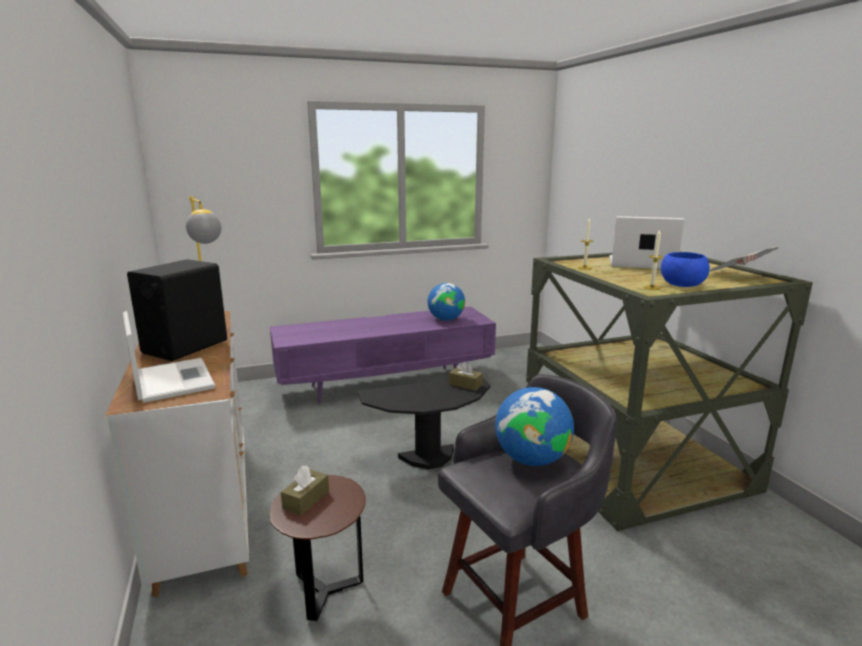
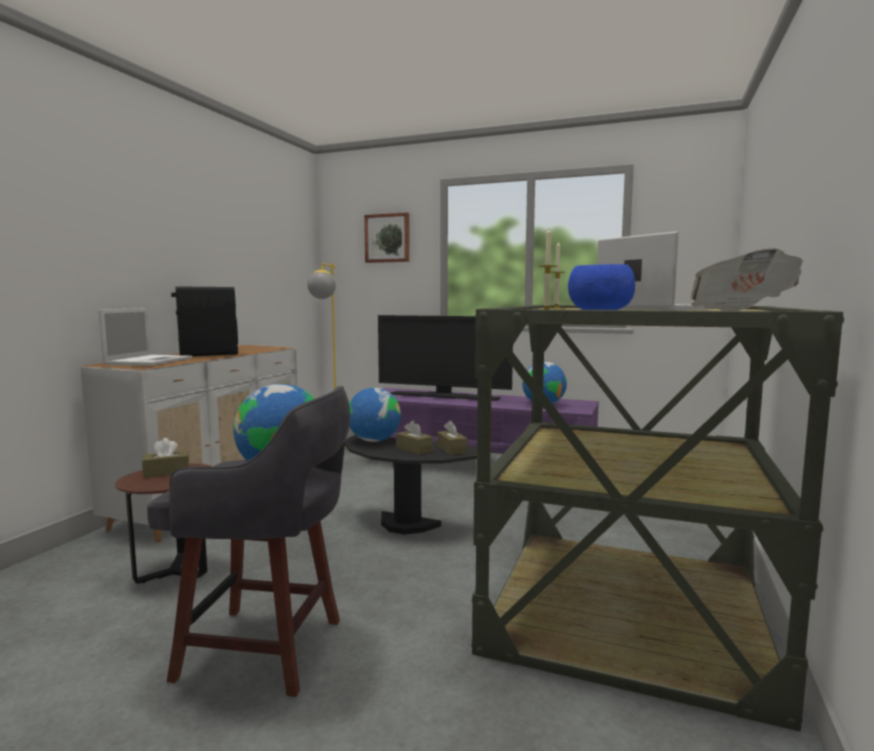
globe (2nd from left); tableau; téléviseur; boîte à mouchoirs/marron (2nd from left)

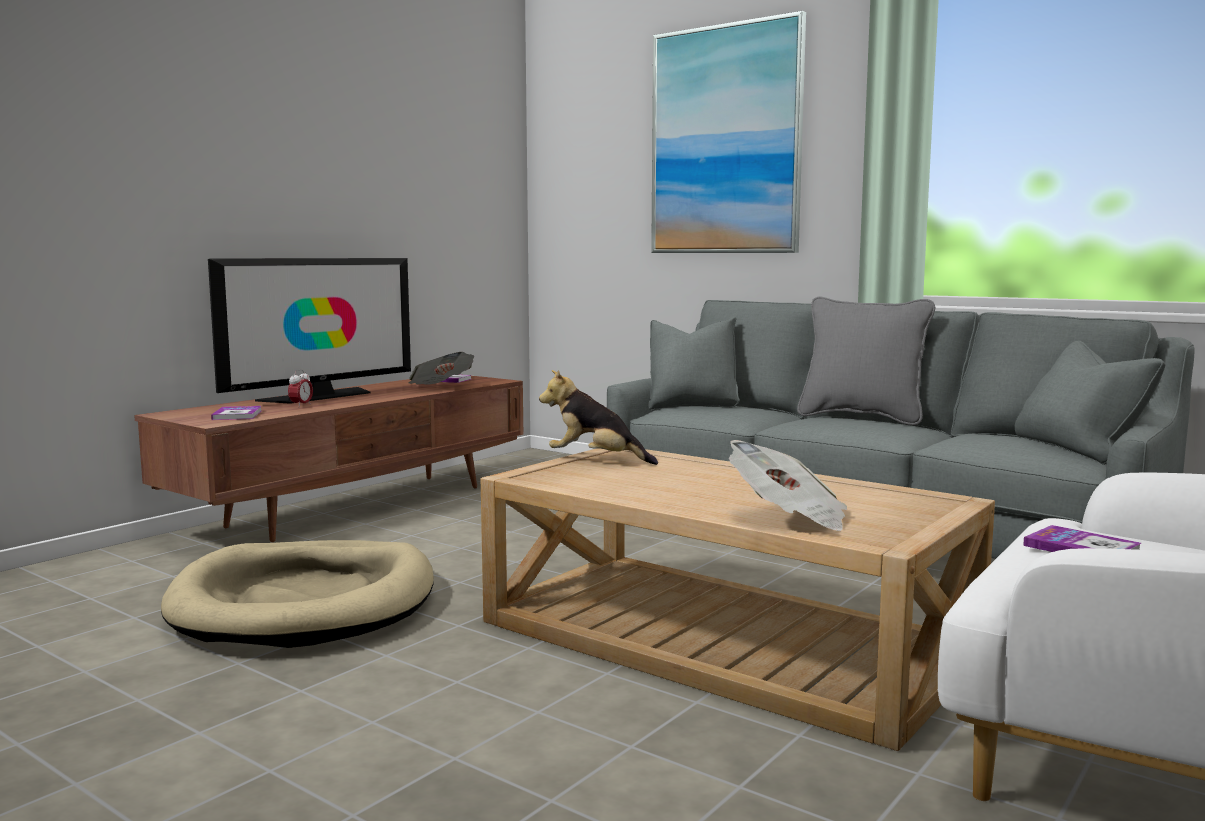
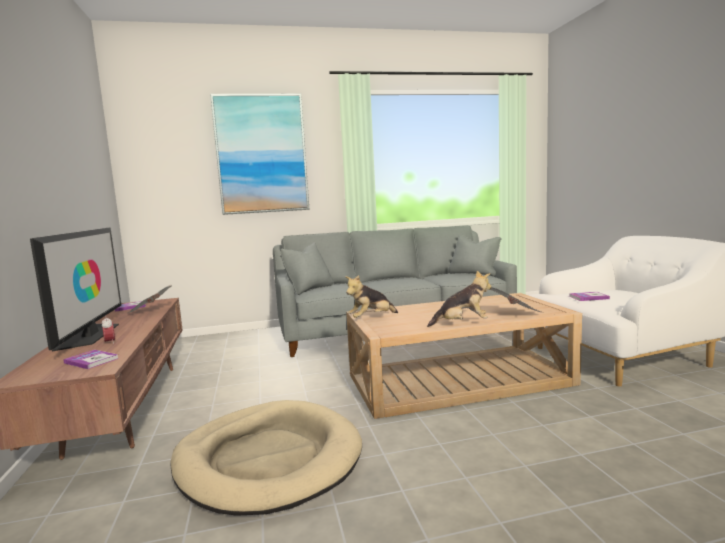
coussin/gris; peluche (2nd from left)

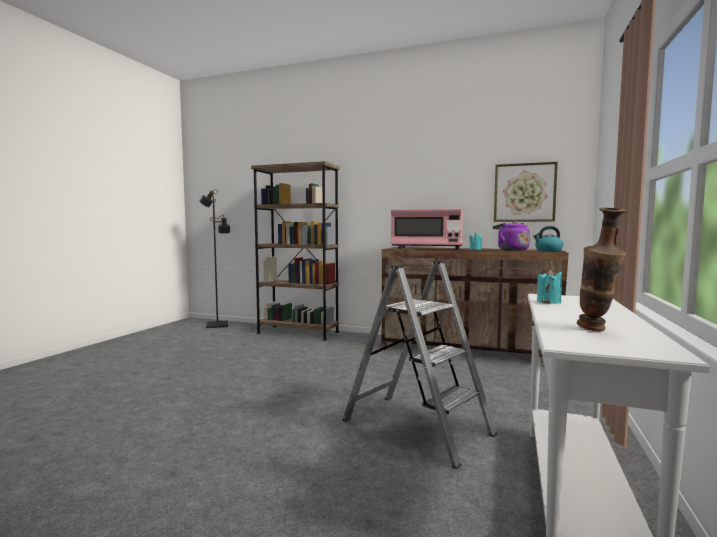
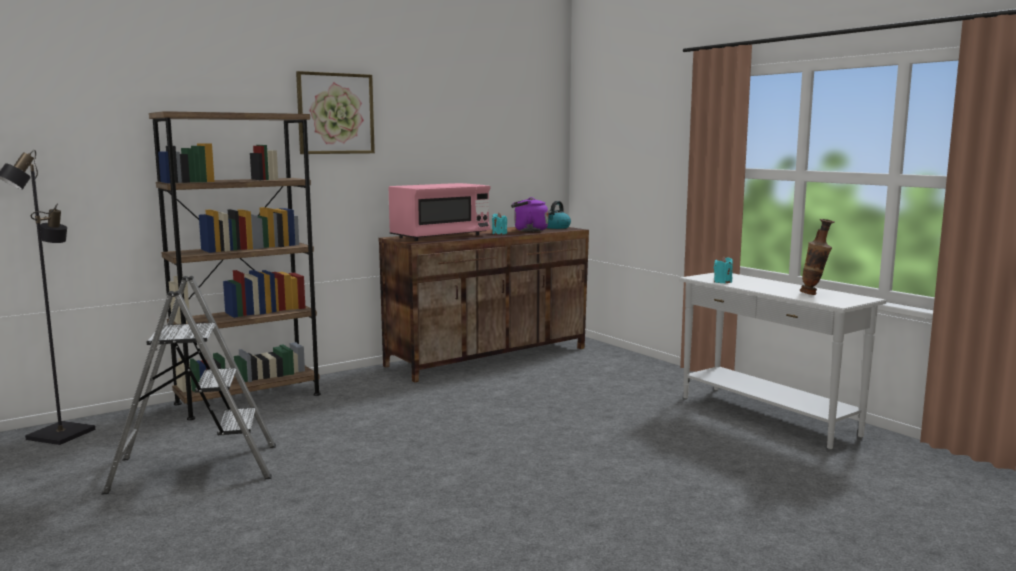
escabeau/gris; tableau

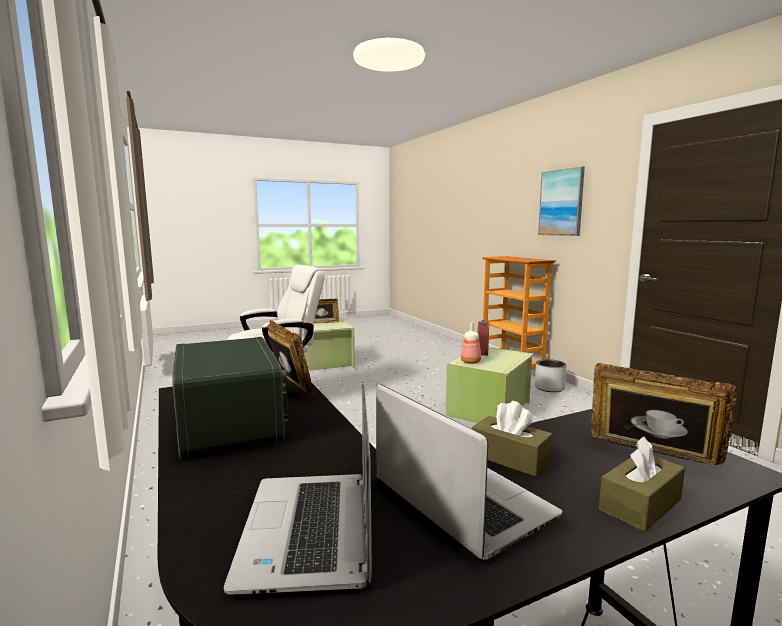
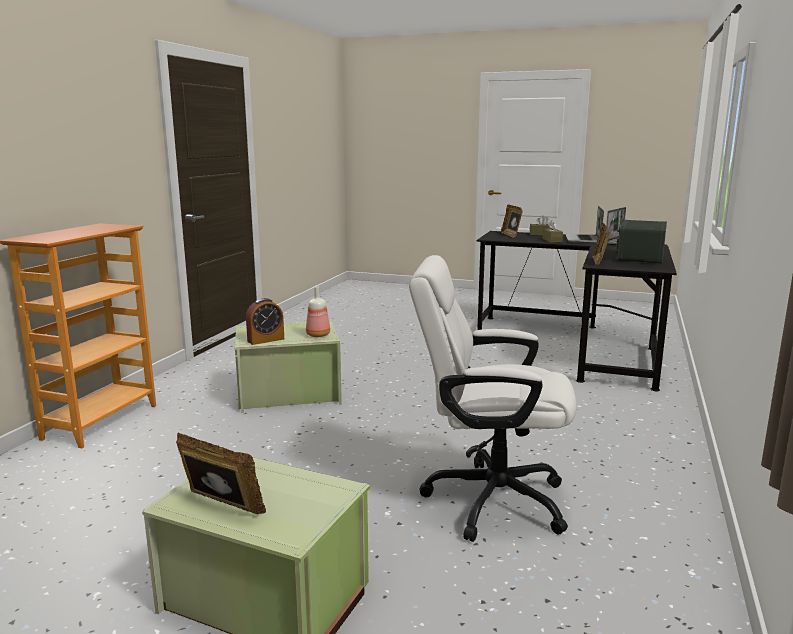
cache-pot/gris; tableau

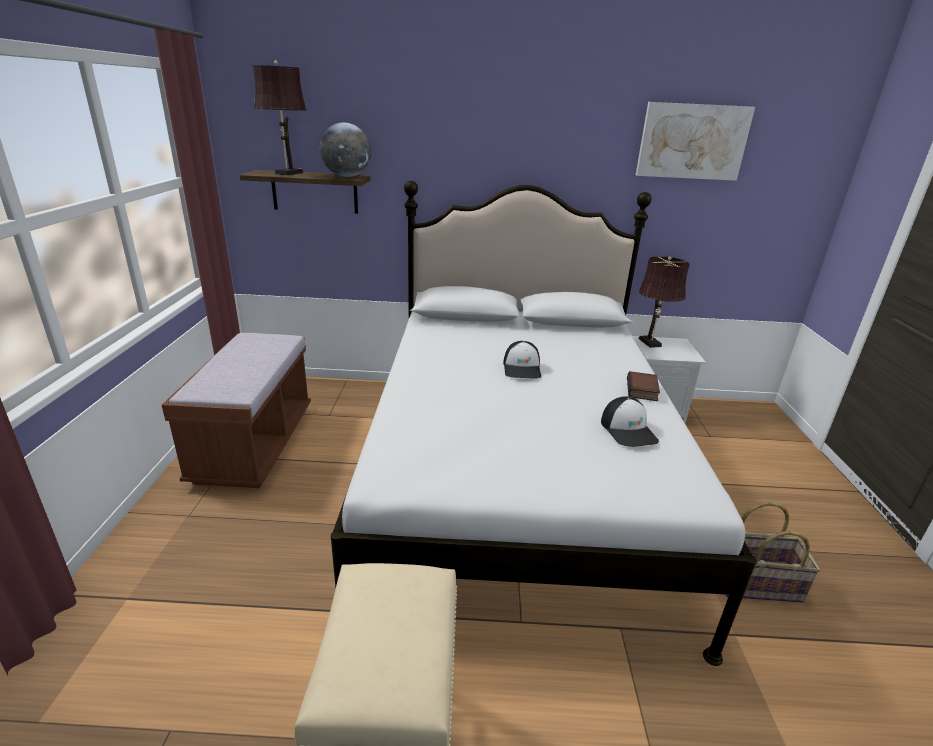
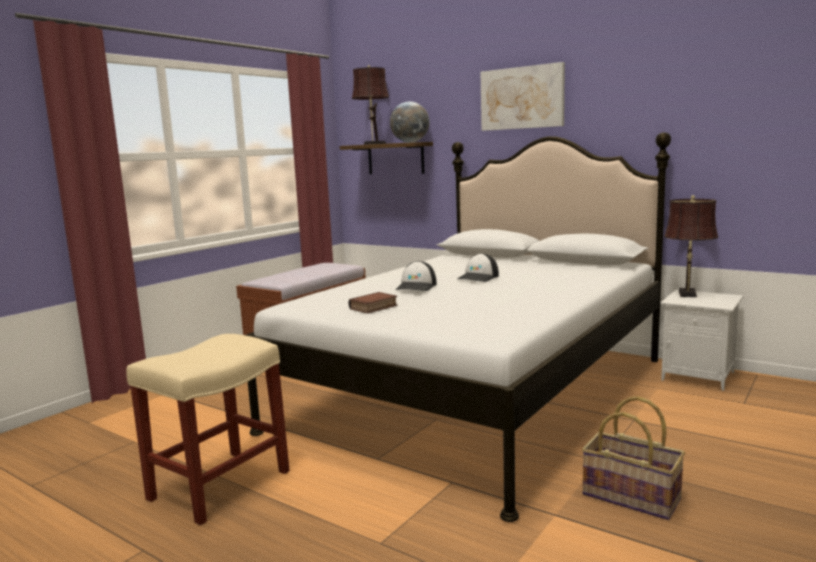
casquette (1st from left); livre; tableau

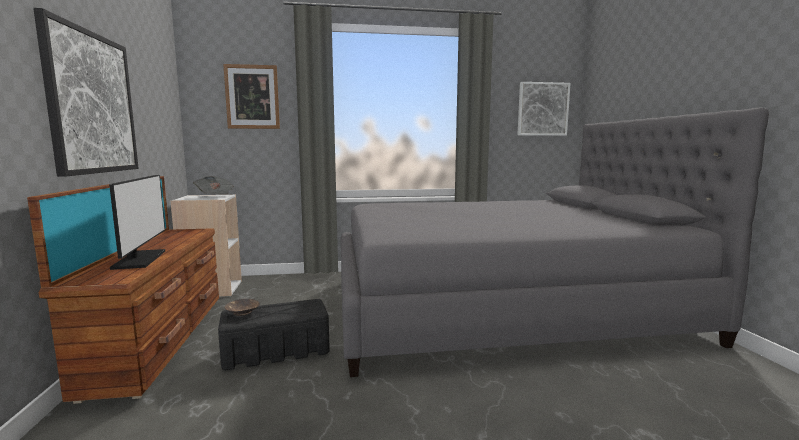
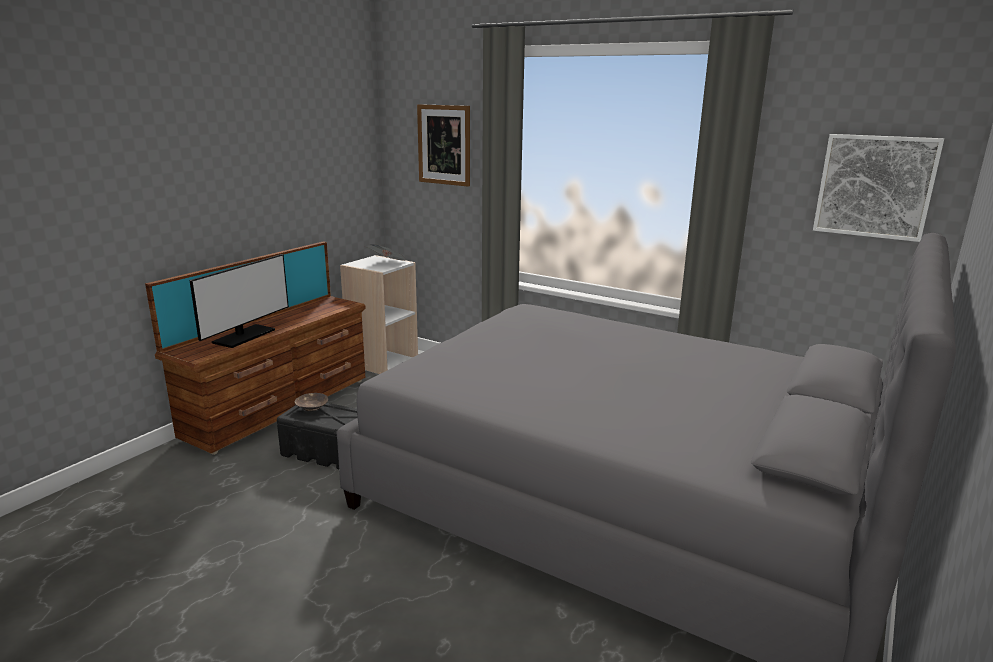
tableau (1st from left in the first image)

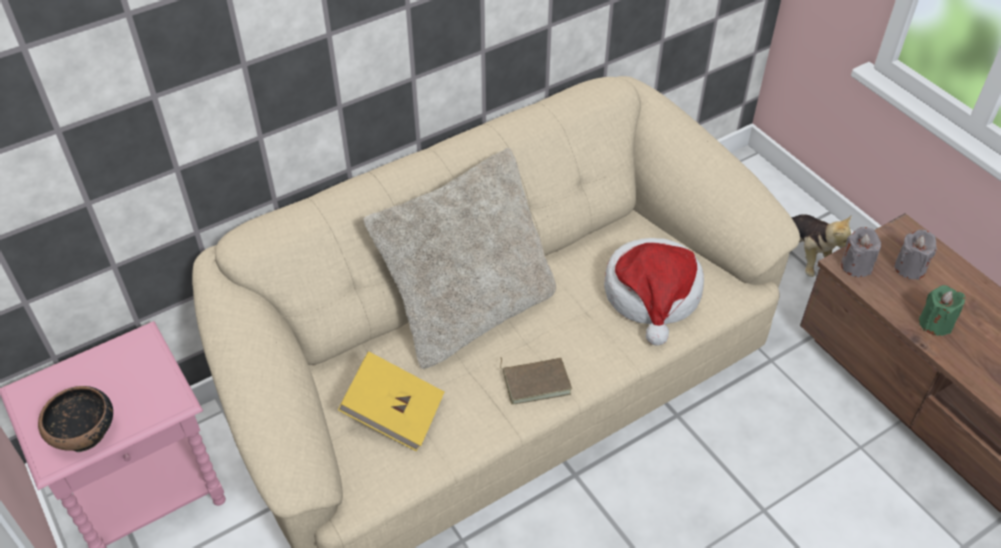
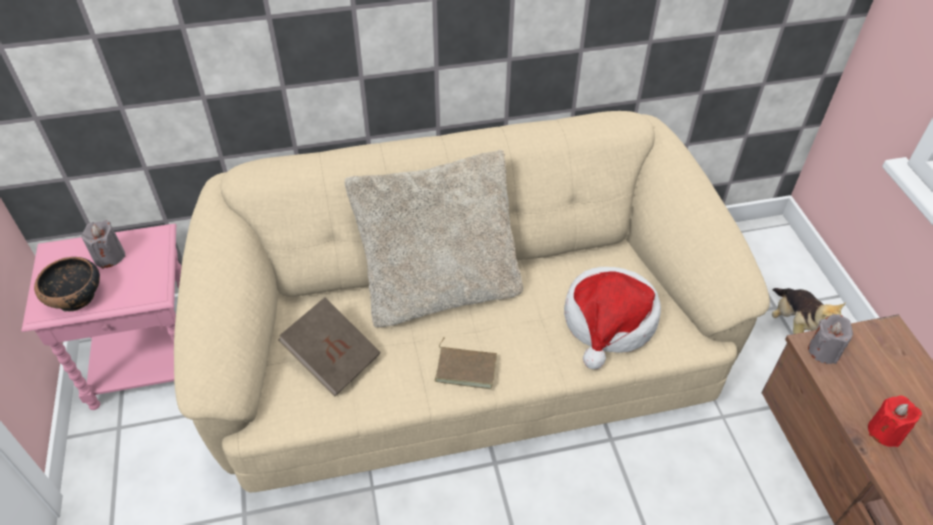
livre/marron (1st from left); bougie/gris (1st from left); bougie/rouge

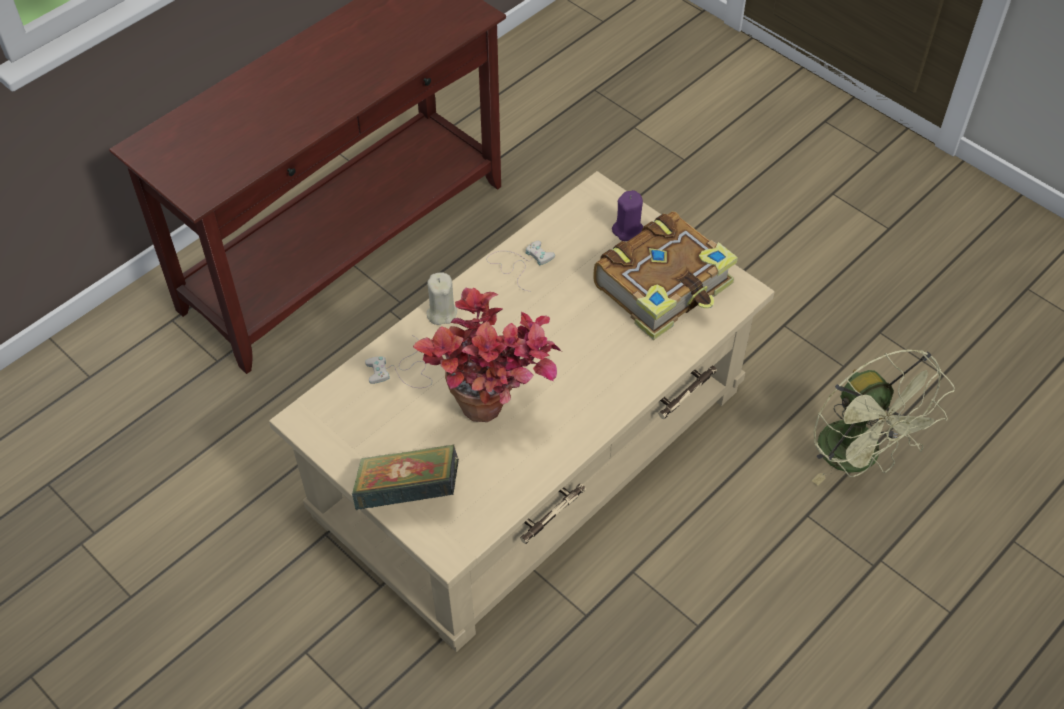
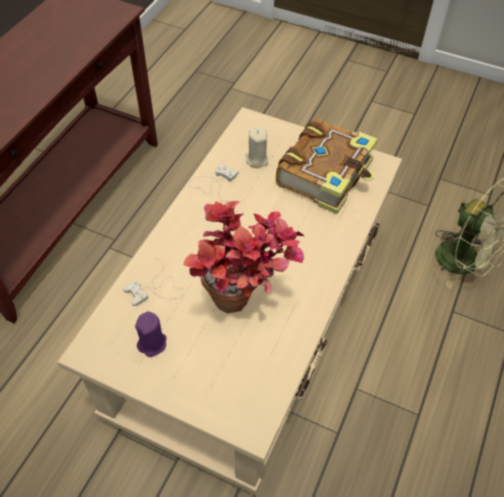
livre (1st from left in the first image); bougie/beige; bougie/violet

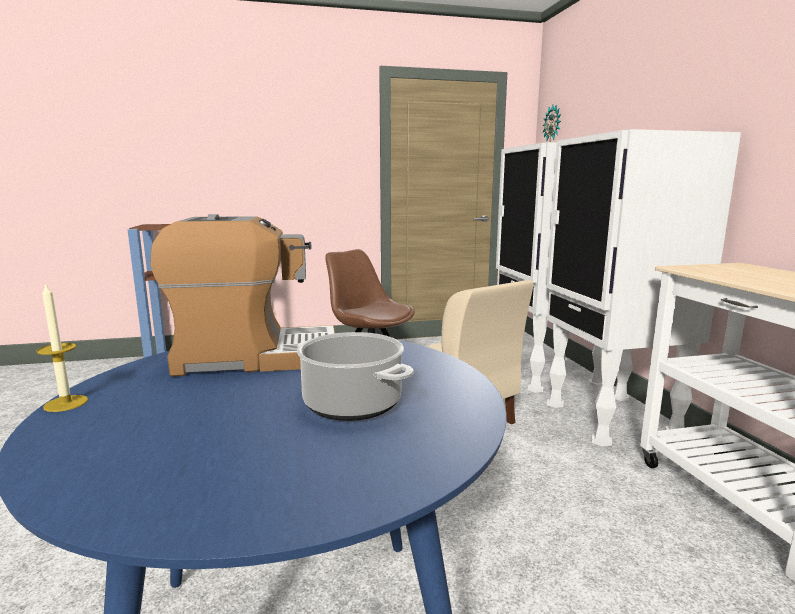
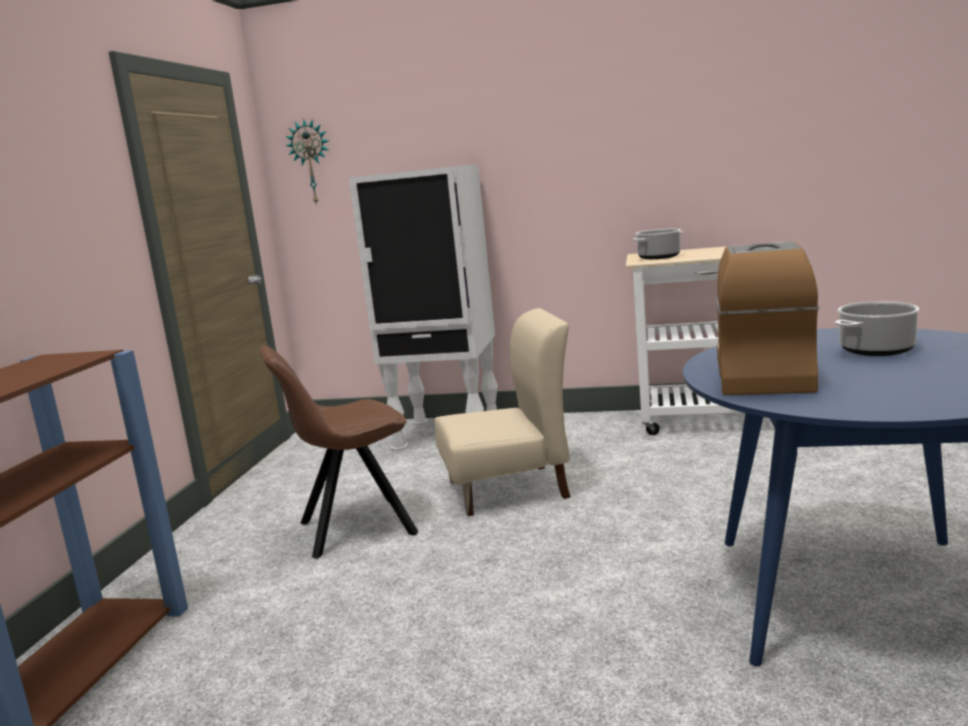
bougie; meuble de rangement/blanc (2nd from left in the first image); marmite (1st from left)

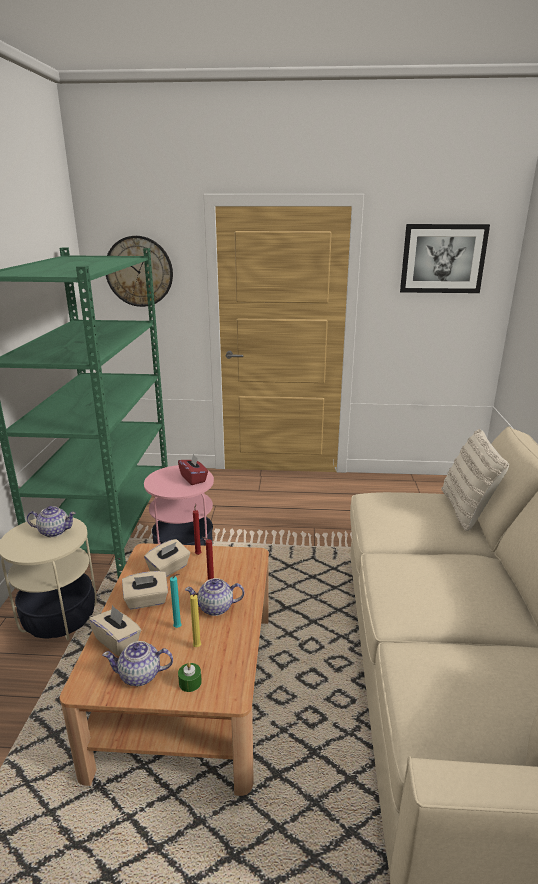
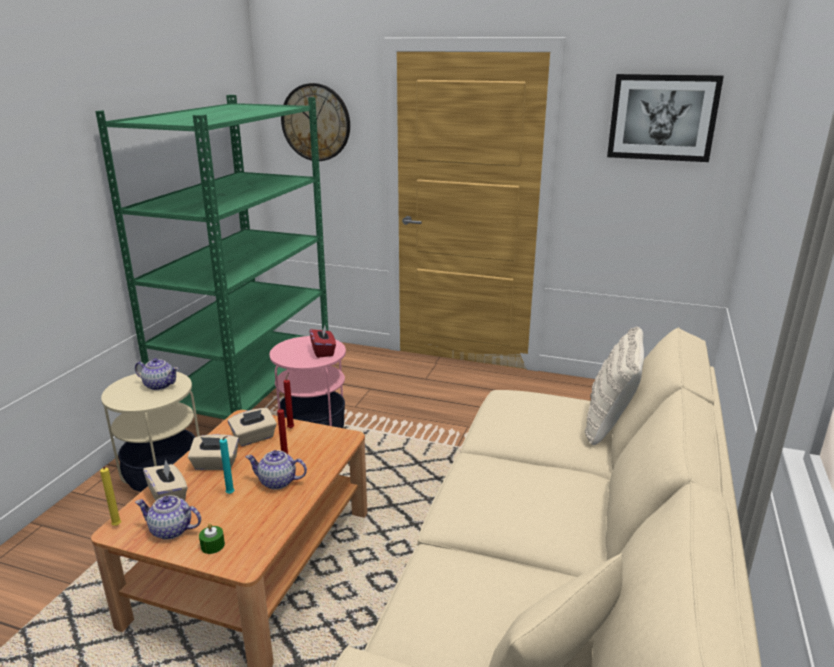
bougie/jaune

